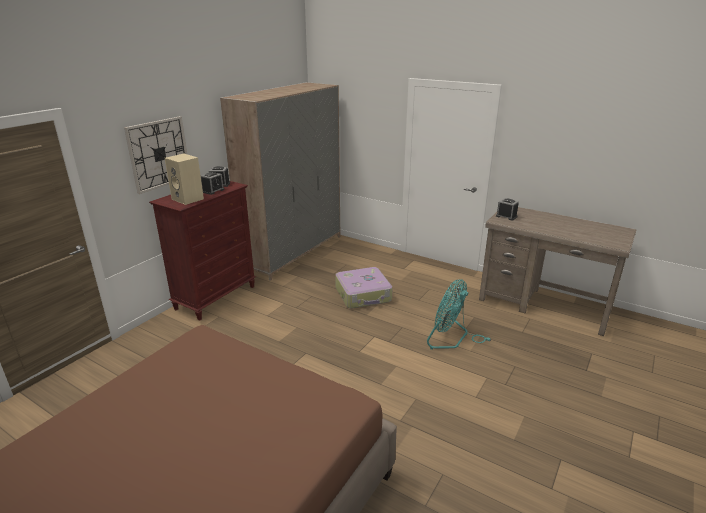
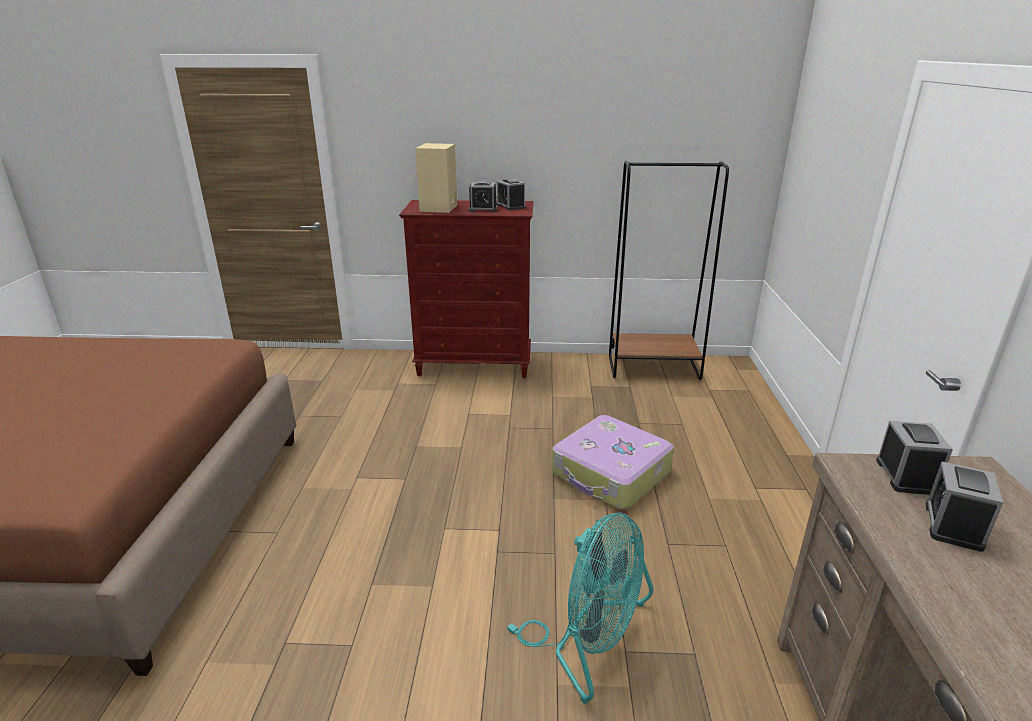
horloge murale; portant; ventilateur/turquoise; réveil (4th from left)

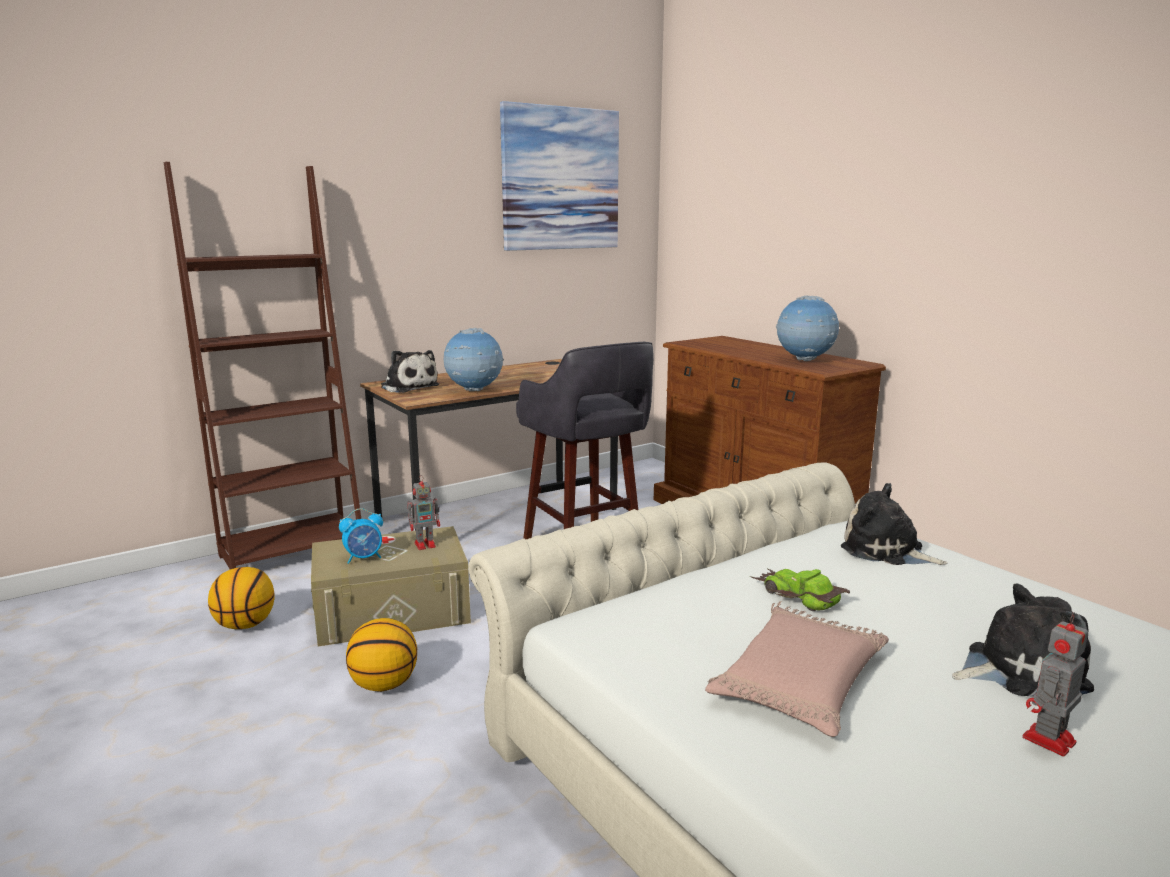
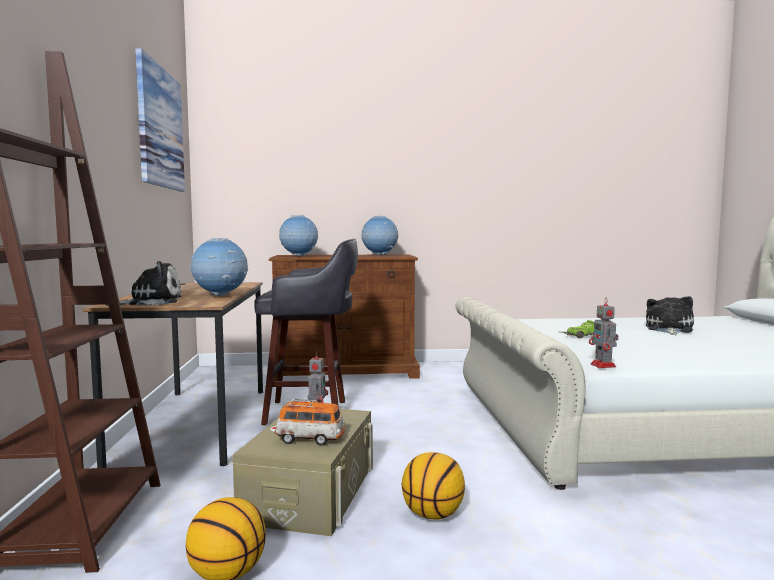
petite voiture (1st from left); coussin/beige; peluche (2nd from left in the first image); robot jouet (2nd from left); globe (2nd from left)

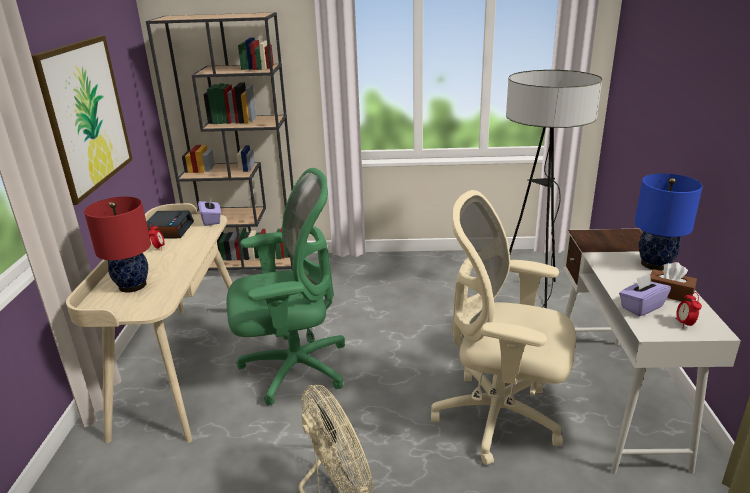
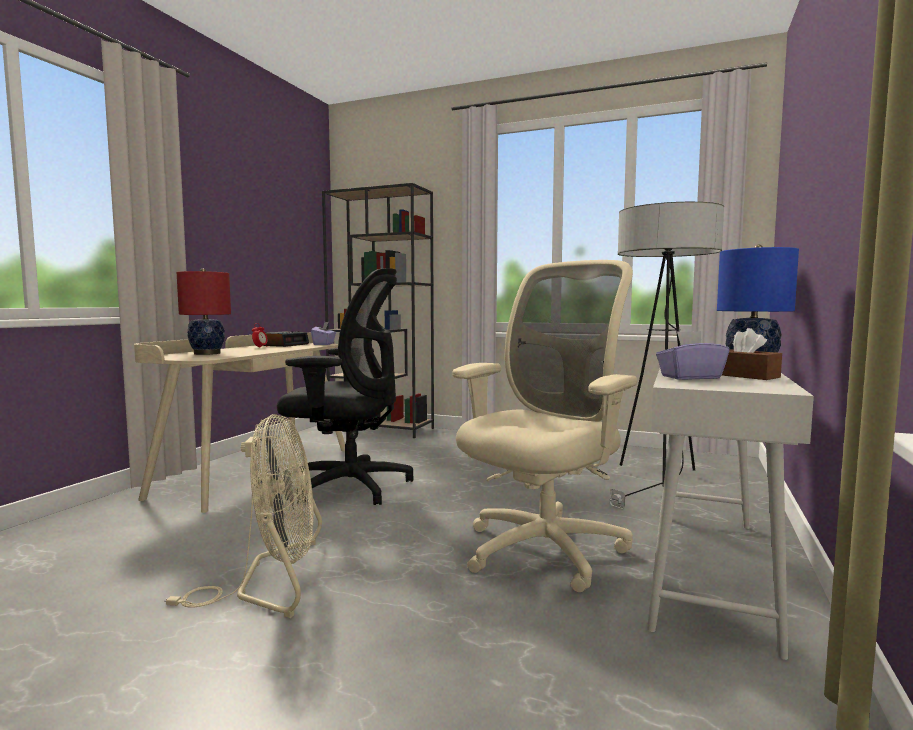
tableau; chaise de bureau/noir; chaise de bureau/beige; réveil (3rd from left in the first image)

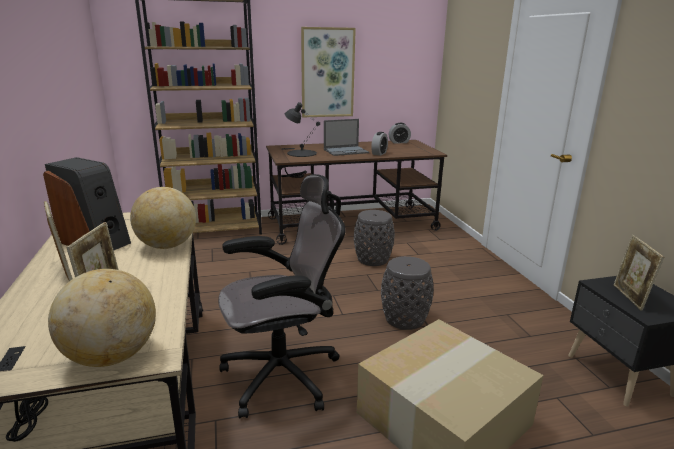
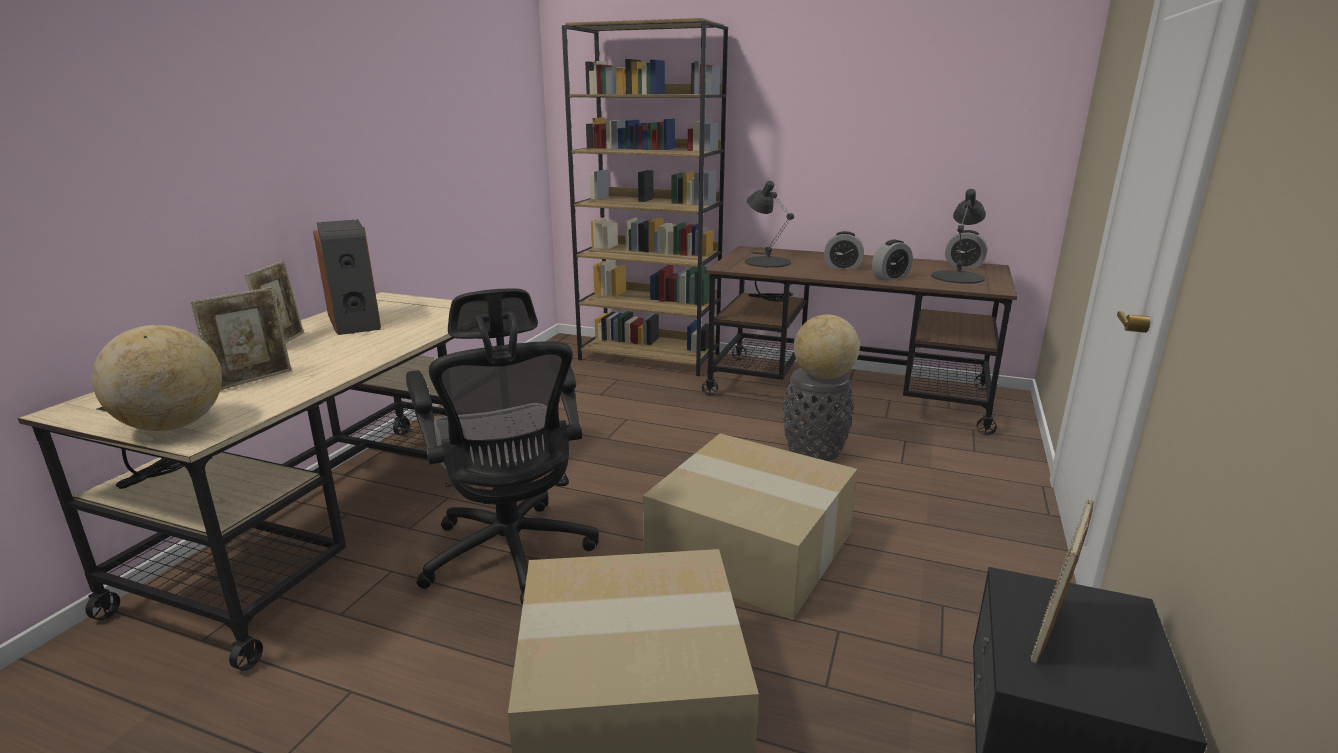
globe (2nd from left); chaise de bureau; tableau; réveil (1st from left); carton (2nd from left); lampe de table/noir (2nd from left)

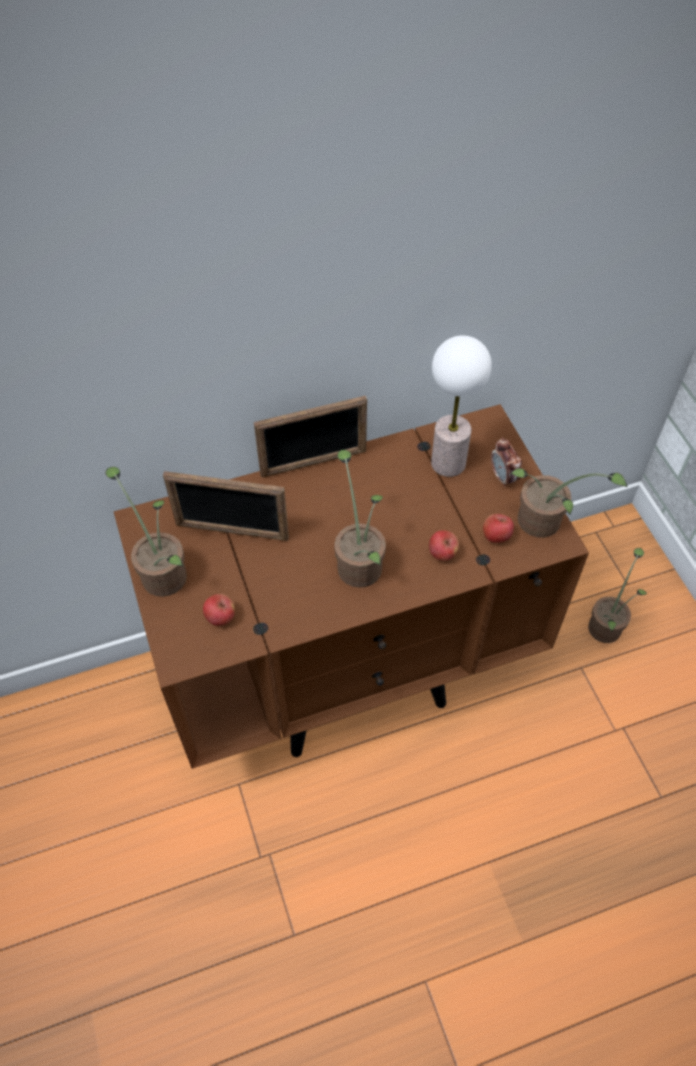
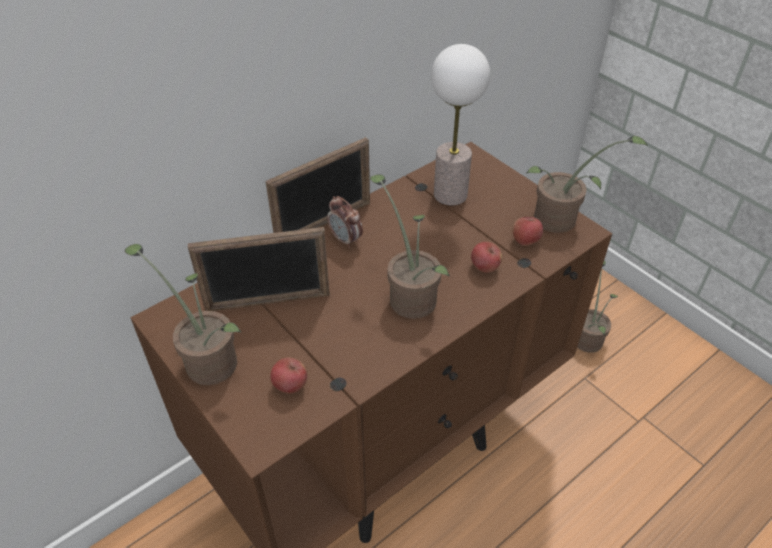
réveil

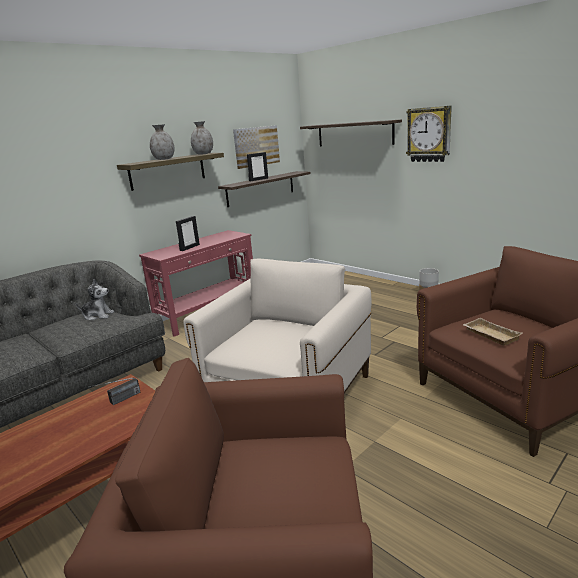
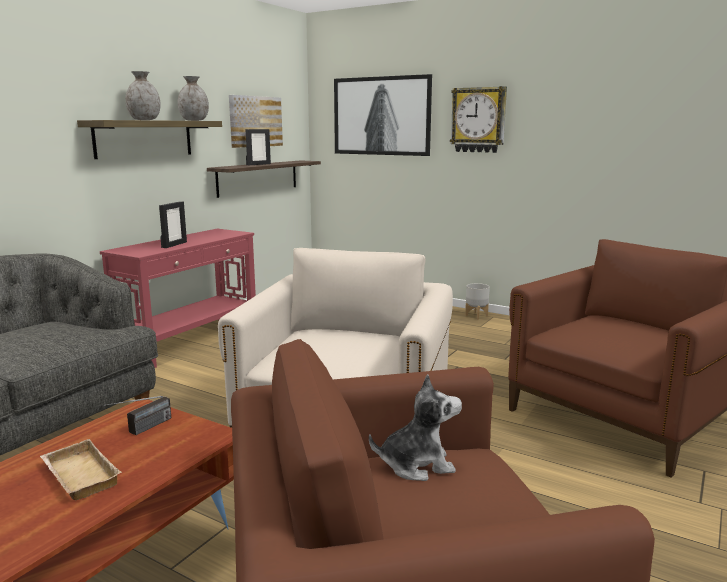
peluche; tableau (2nd from left); plateau/beige

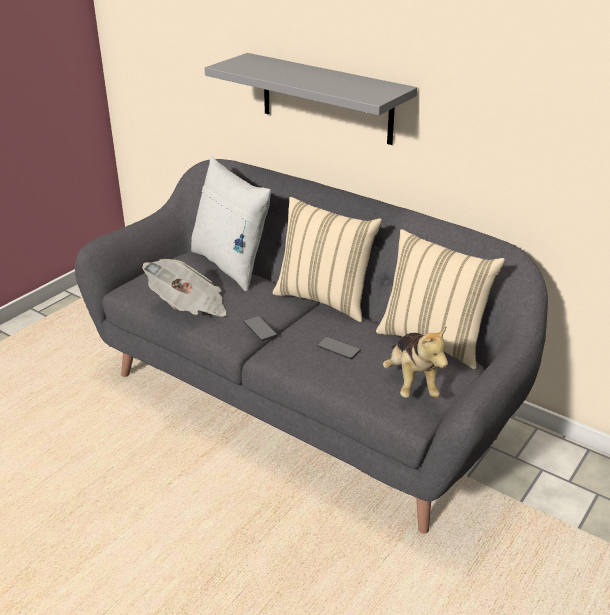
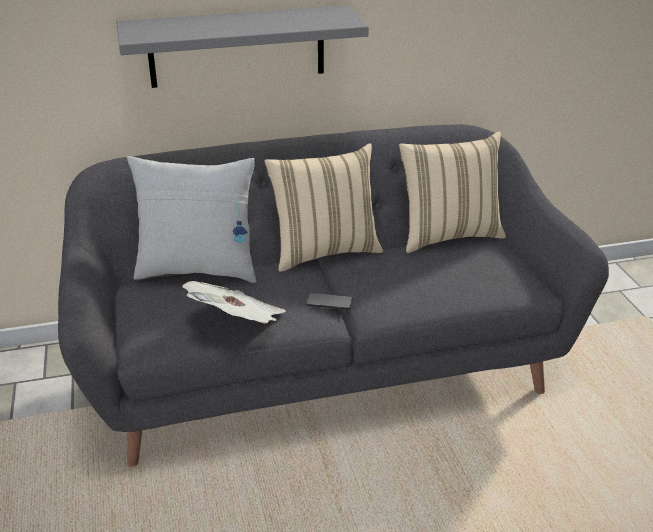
téléphone (2nd from left in the first image); peluche

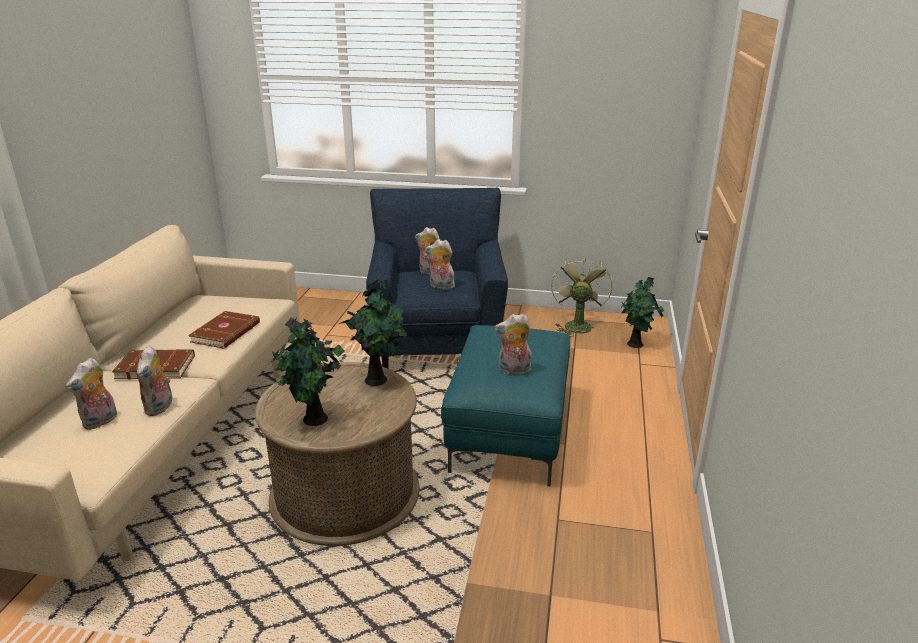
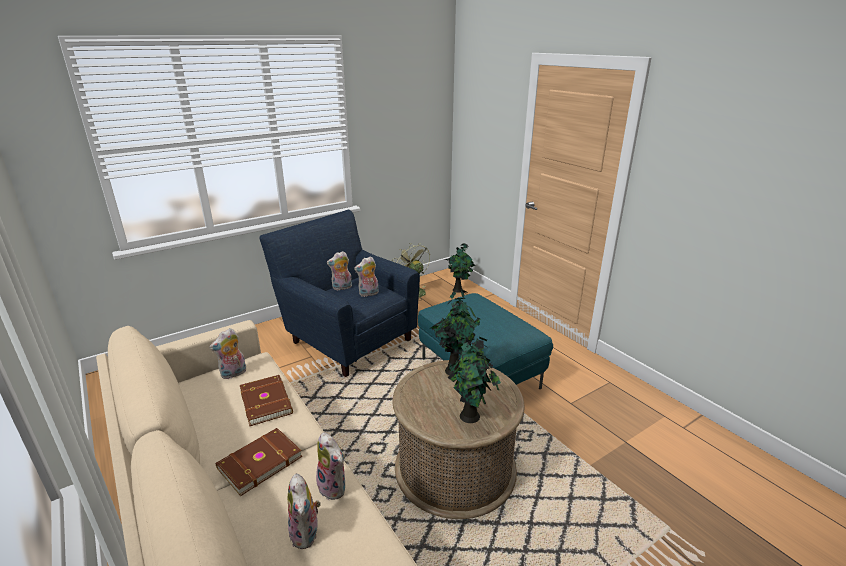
peluche (1st from left)

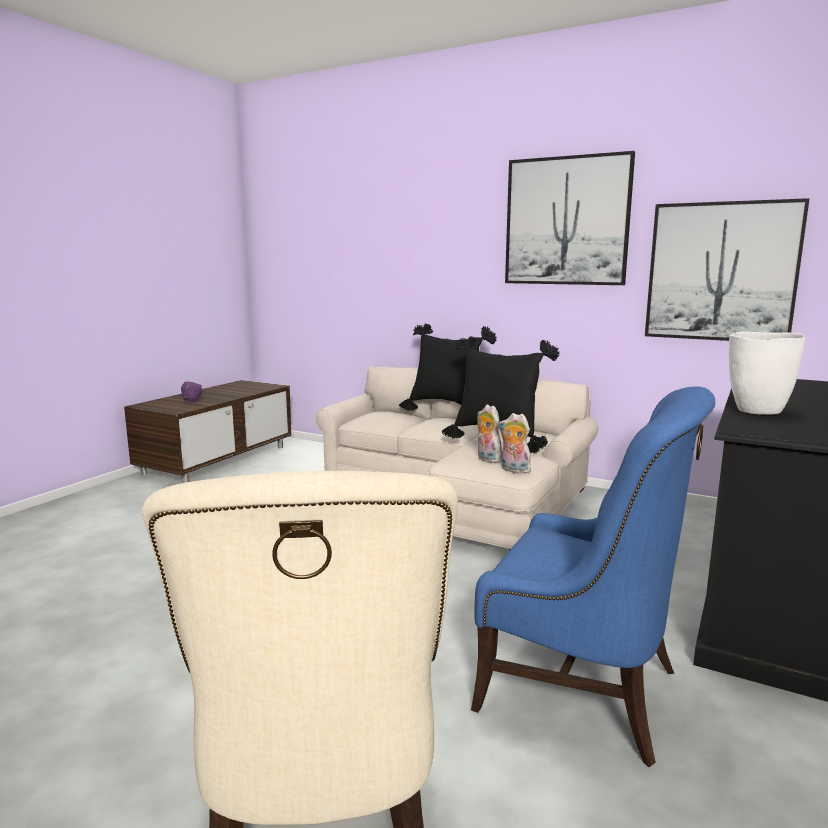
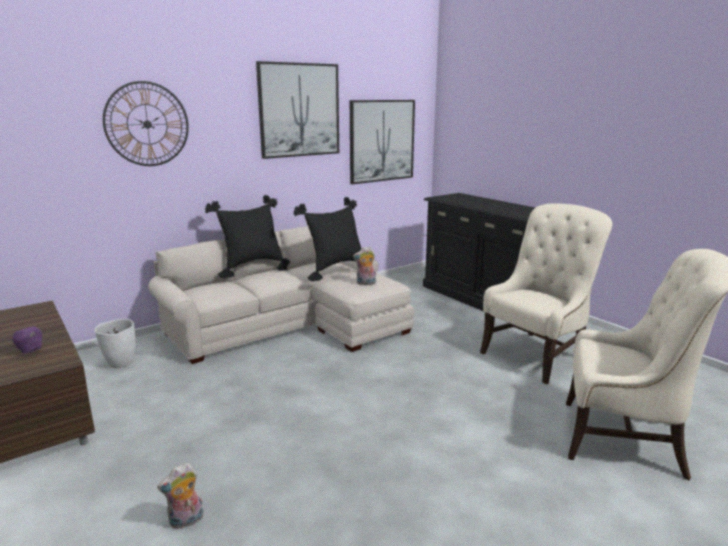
fauteuil/beige (1st from left); peluche (1st from left); vase/blanc; horloge murale

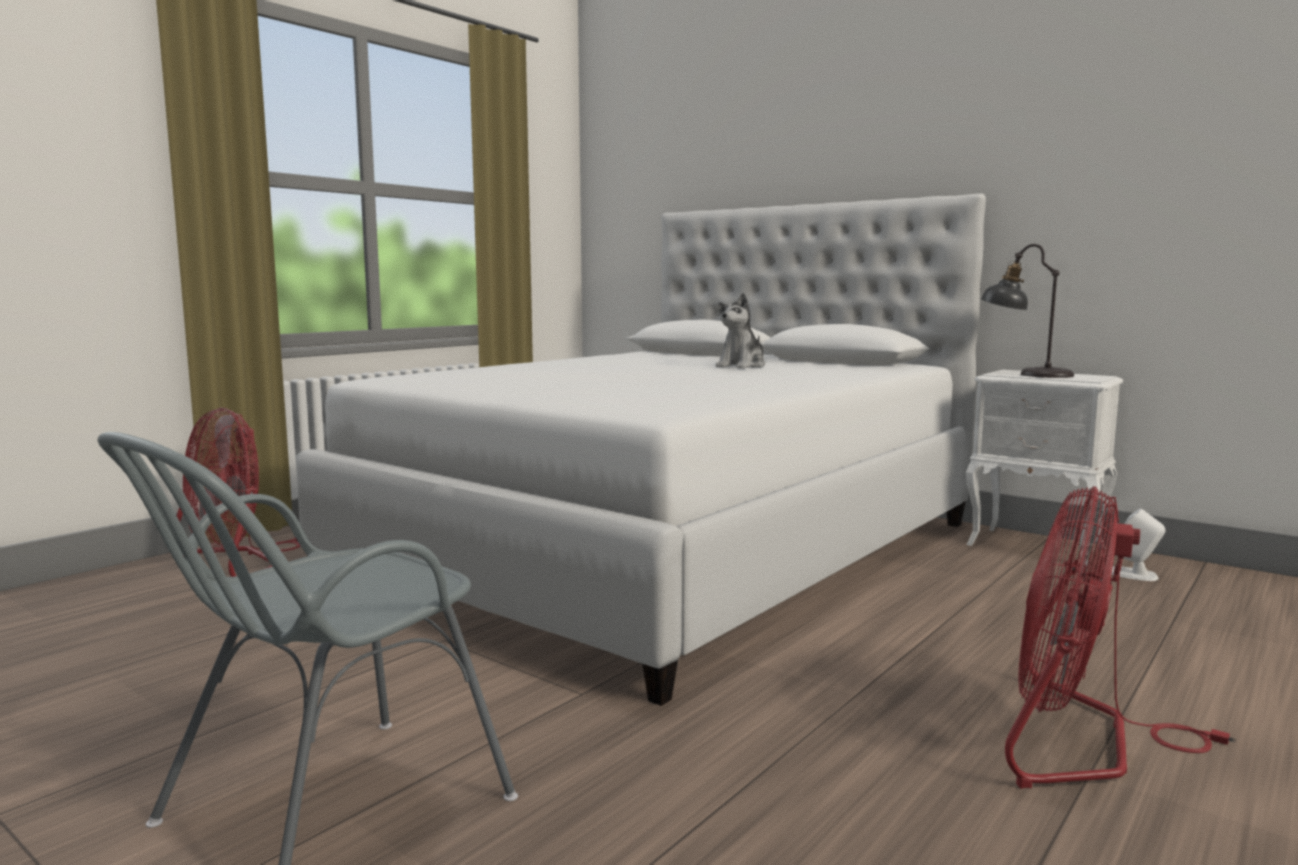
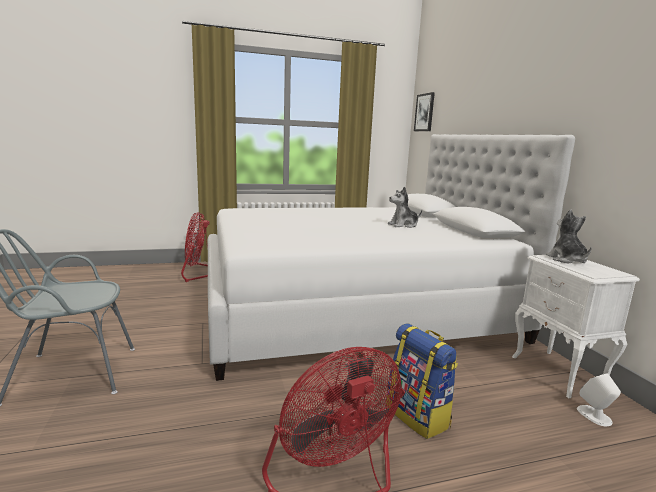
peluche (2nd from left); sac à dos; tableau

